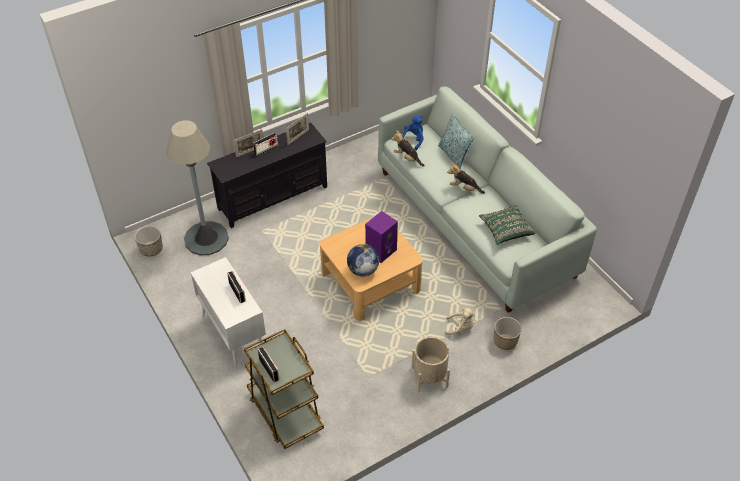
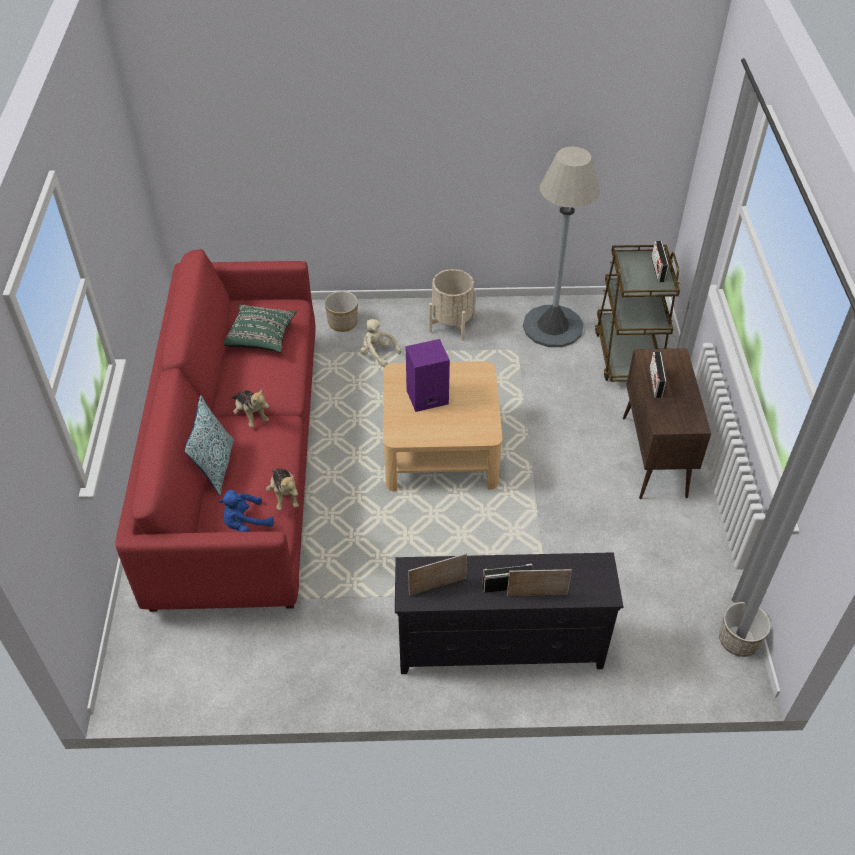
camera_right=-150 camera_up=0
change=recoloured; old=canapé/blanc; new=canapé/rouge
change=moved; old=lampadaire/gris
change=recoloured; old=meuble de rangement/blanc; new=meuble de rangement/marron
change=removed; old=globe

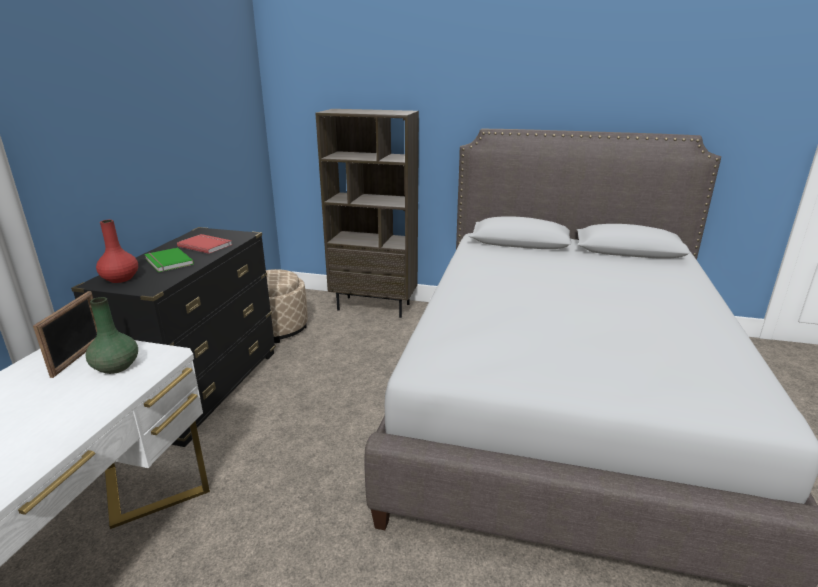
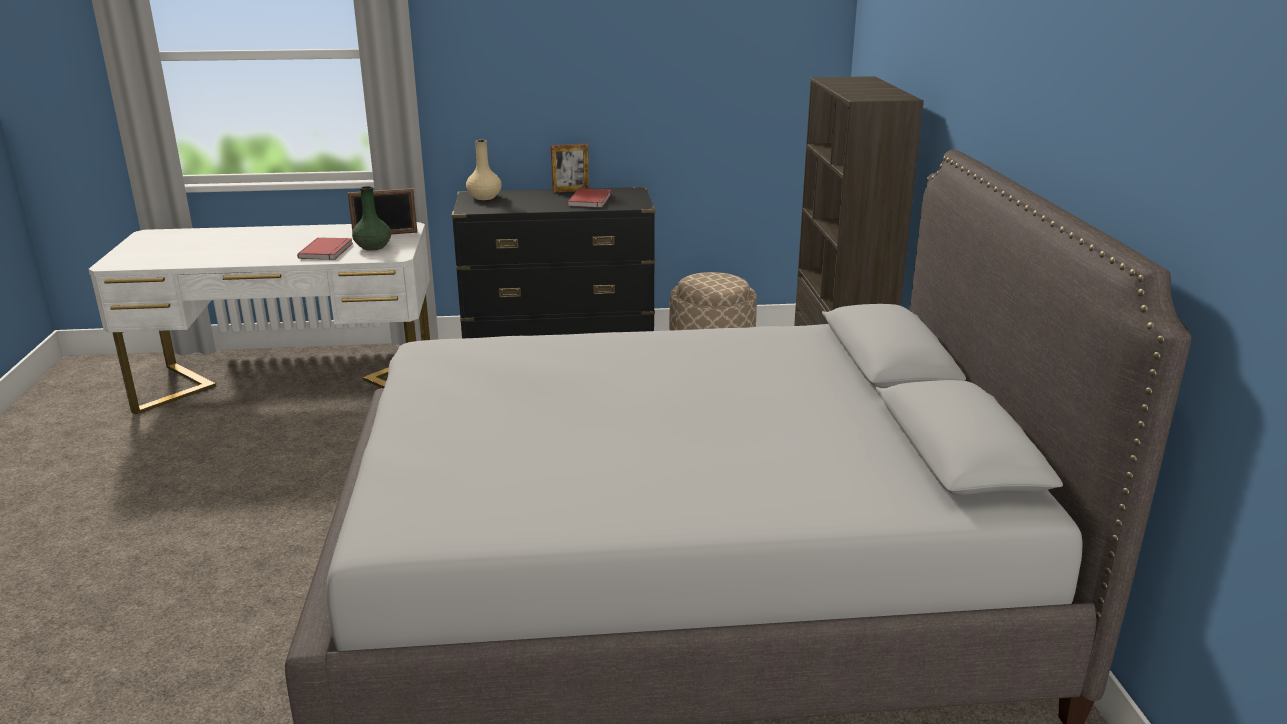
camera_right=70 camera_up=0
change=added; new=livre/rouge (1st from left)
change=recoloured; old=vase/rouge; new=vase/beige
change=added; new=cadre photo (2nd from left)
change=removed; old=livre/vert

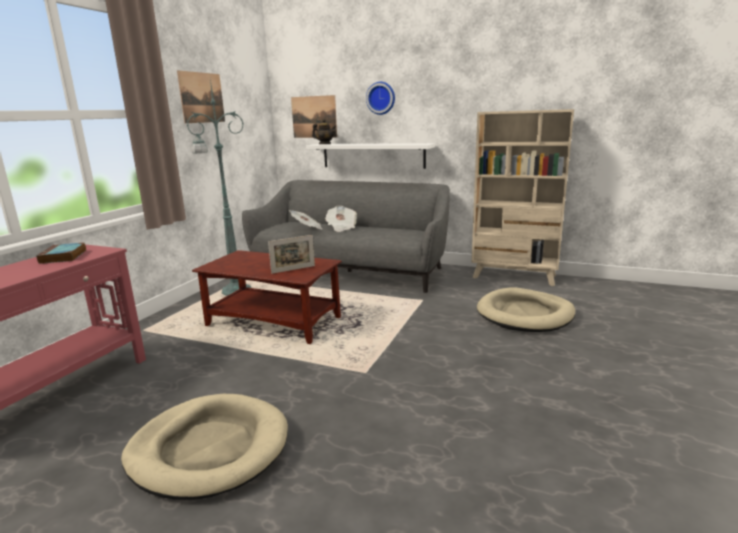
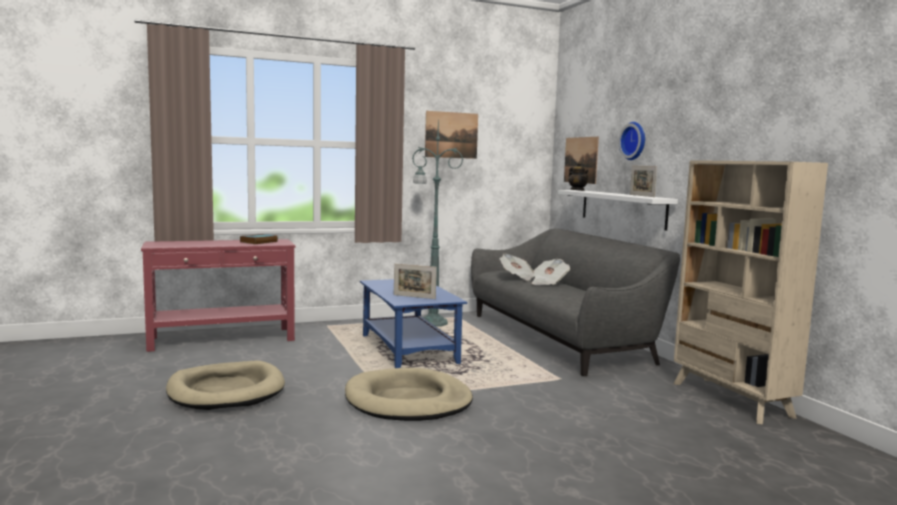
camera_right=45 camera_up=-10
change=moved; old=panier pour chien/beige (2nd from left)
change=recoloured; old=table basse/marron; new=table basse/bleu
change=added; new=cadre photo (2nd from left)

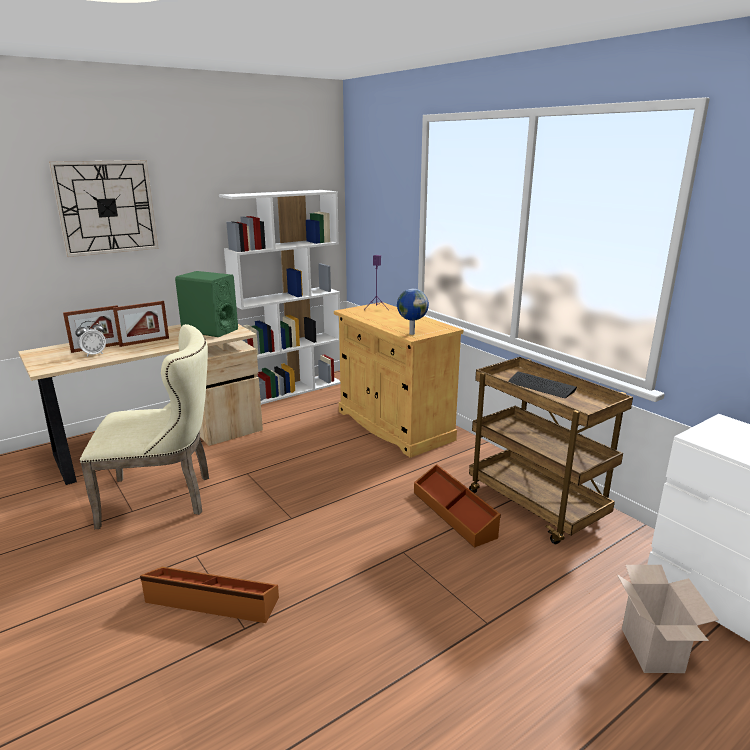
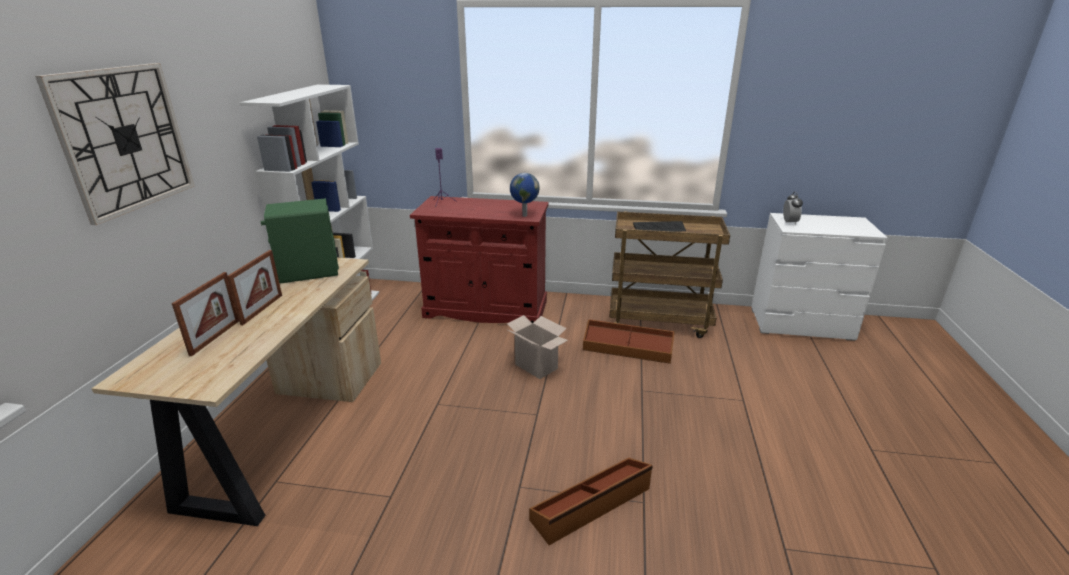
camera_right=-45 camera_up=5
change=recoloured; old=meuble de rangement/beige; new=meuble de rangement/rouge
change=moved; old=carton
change=moved; old=réveil
change=removed; old=chaise/beige

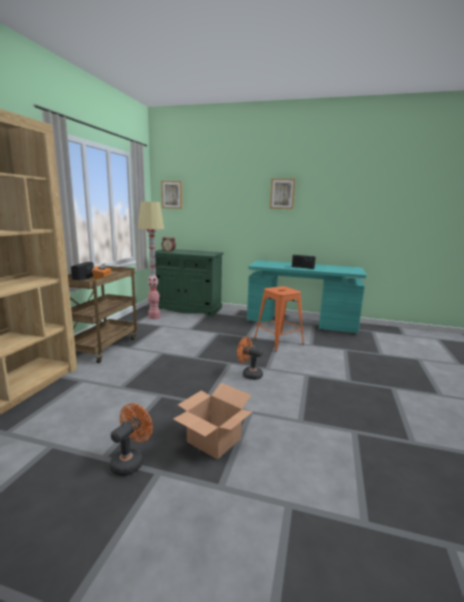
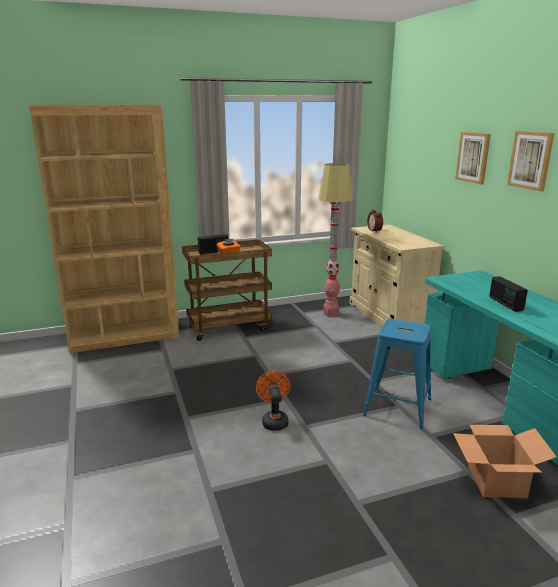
camera_right=55 camera_up=5
change=recoloured; old=meuble de rangement/vert; new=meuble de rangement/beige
change=recoloured; old=tabouret/orange; new=tabouret/bleu
change=moved; old=carton
change=moved; old=tableau (1st from left)
change=removed; old=ventilateur/orange (1st from left)

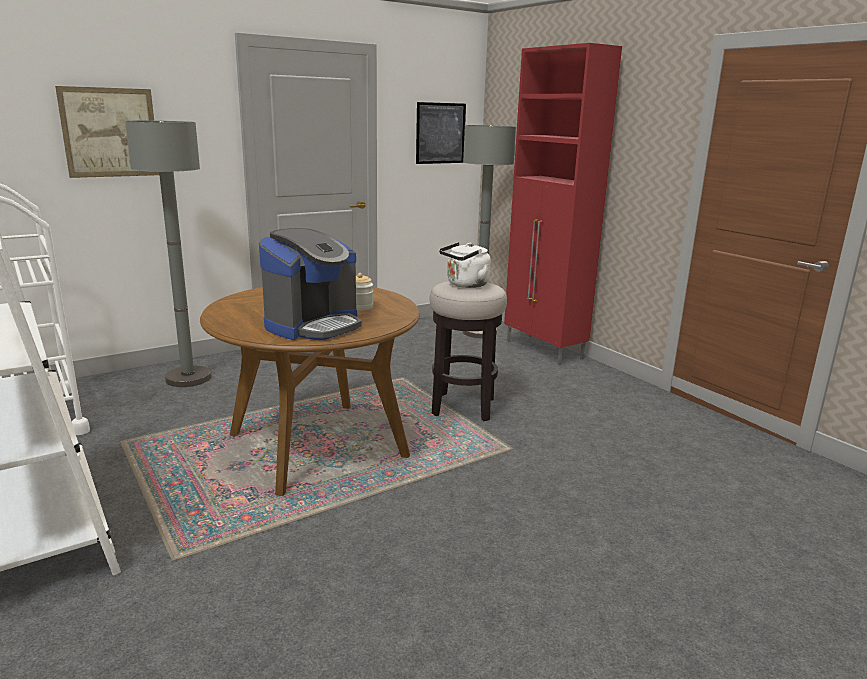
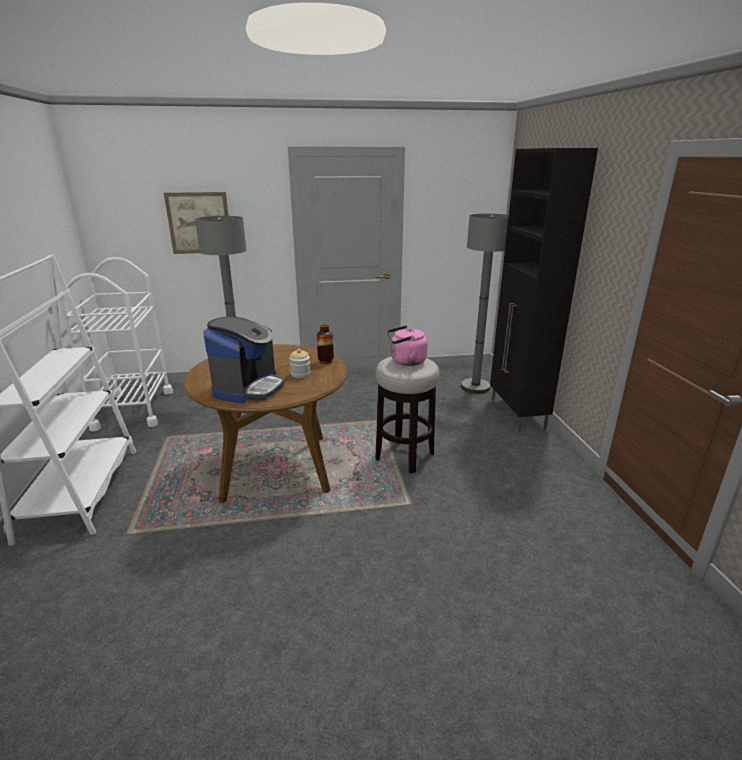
camera_right=25 camera_up=5
change=turned; old=machine à café; degrees=-45
change=added; new=vase
change=recoloured; old=bouilloire/blanc; new=bouilloire/rose
change=recoloured; old=meuble de rangement/rouge; new=meuble de rangement/noir
change=removed; old=tableau (2nd from left)

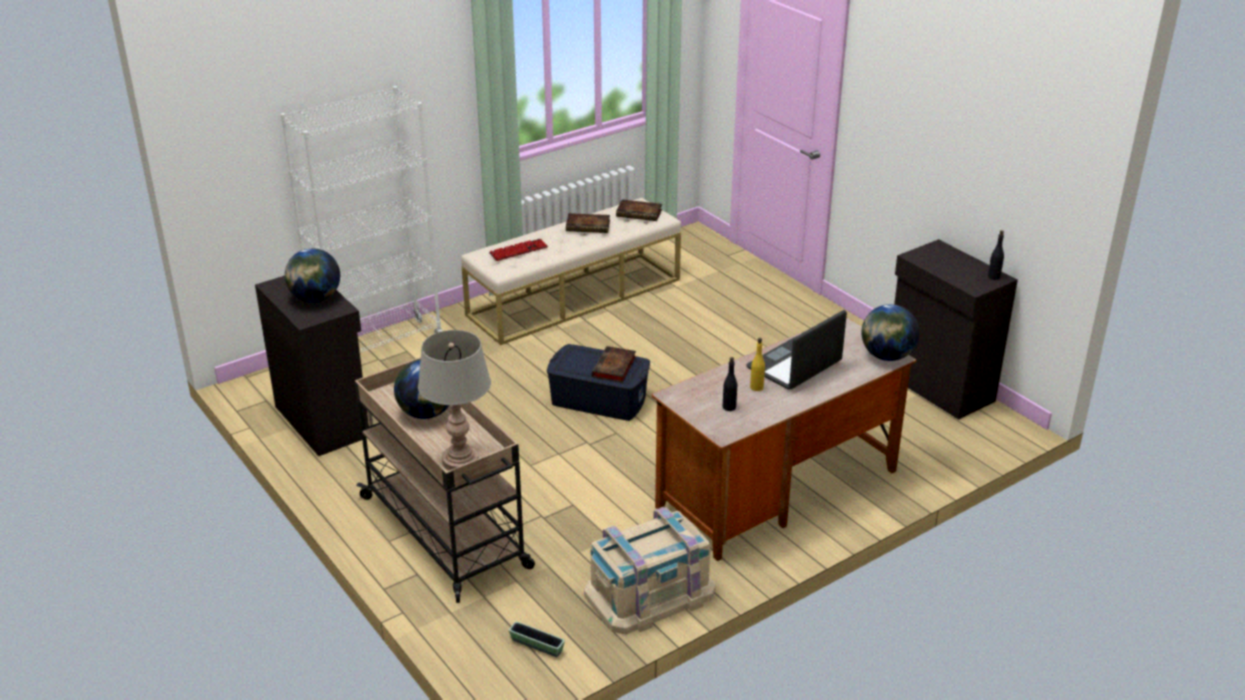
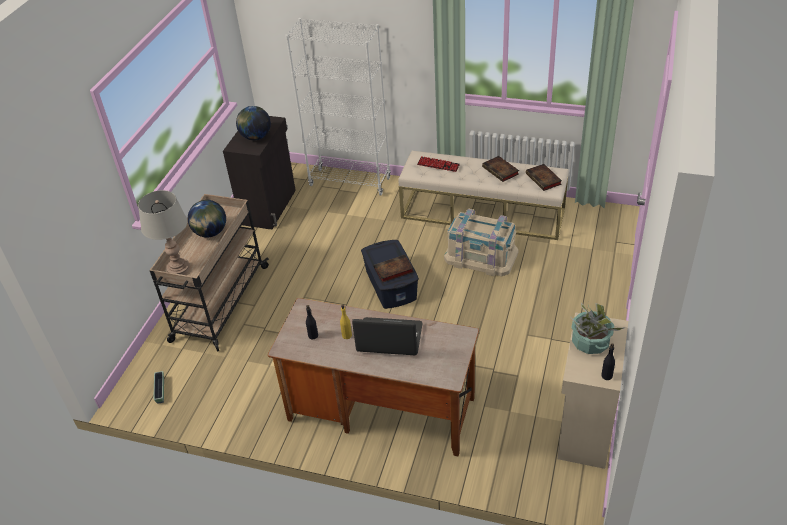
camera_right=55 camera_up=10
change=moved; old=boîte de rangement/beige
change=recoloured; old=meuble de rangement/noir (2nd from left); new=meuble de rangement/beige
change=added; new=plante en pot
change=removed; old=globe (3rd from left)

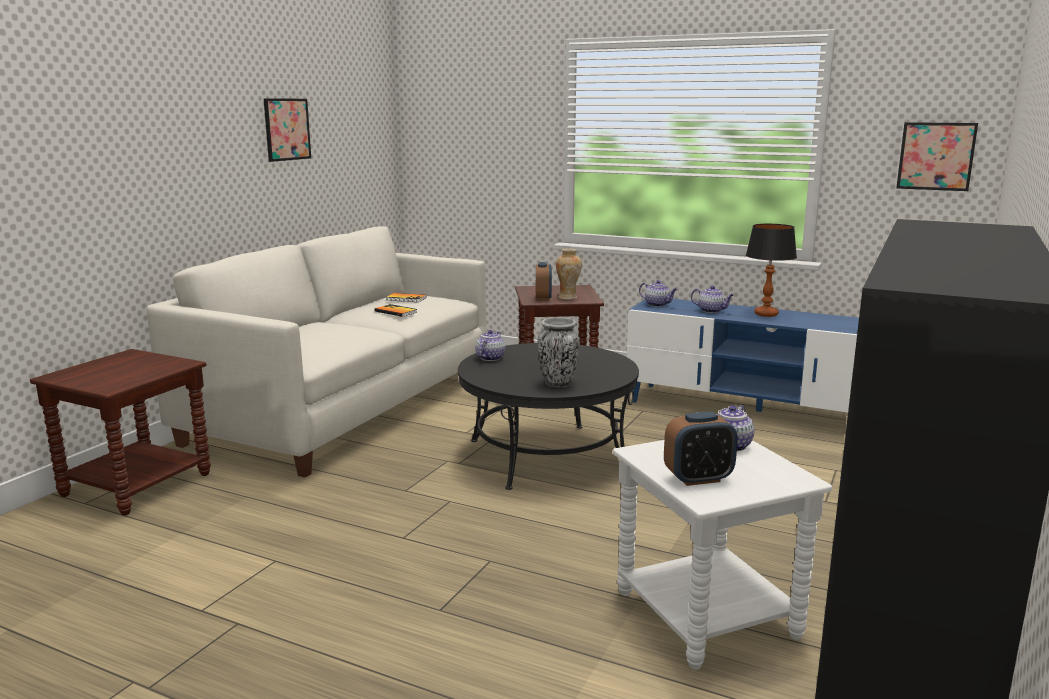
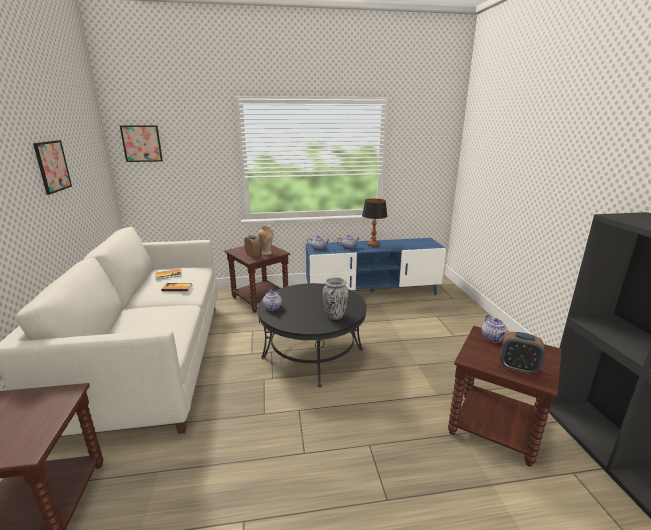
camera_right=-35 camera_up=5
change=moved; old=tableau (2nd from left)
change=recoloured; old=table d'appoint/blanc; new=table d'appoint/marron (3rd from left)
change=turned; old=réveil (2nd from left); degrees=75

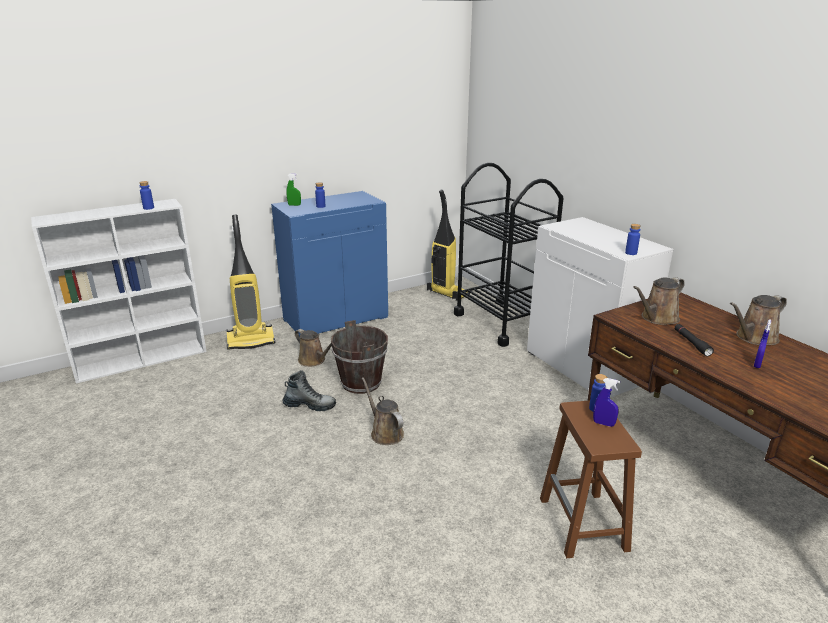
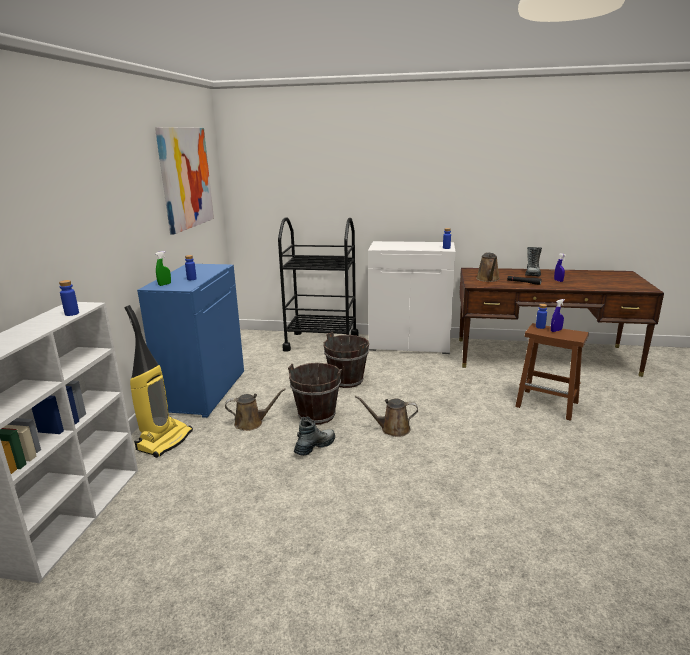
camera_right=-50 camera_up=-5
change=added; new=tableau
change=added; new=seau/marron (2nd from left)
change=replaced; old=arrosoir/marron (4th from left); new=botte (2nd from left)
change=removed; old=aspirateur (2nd from left)

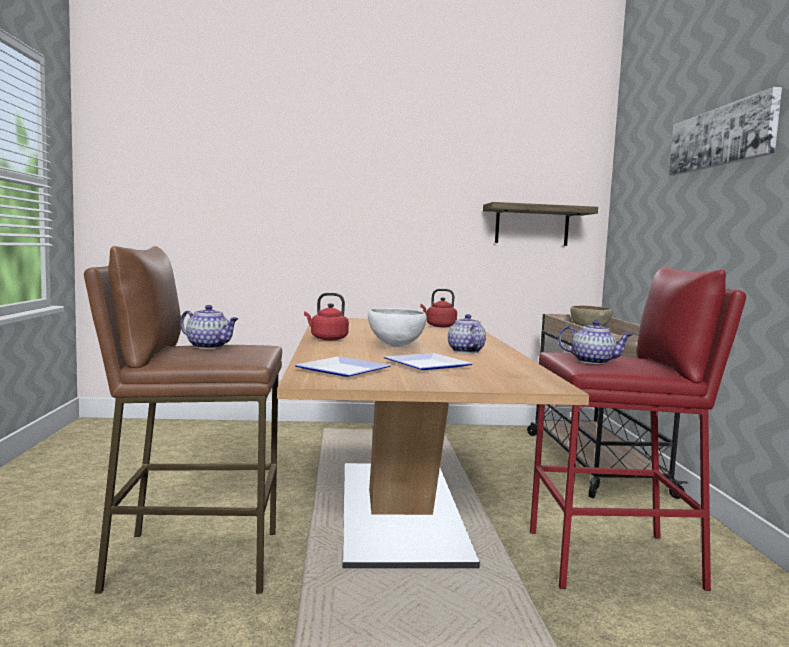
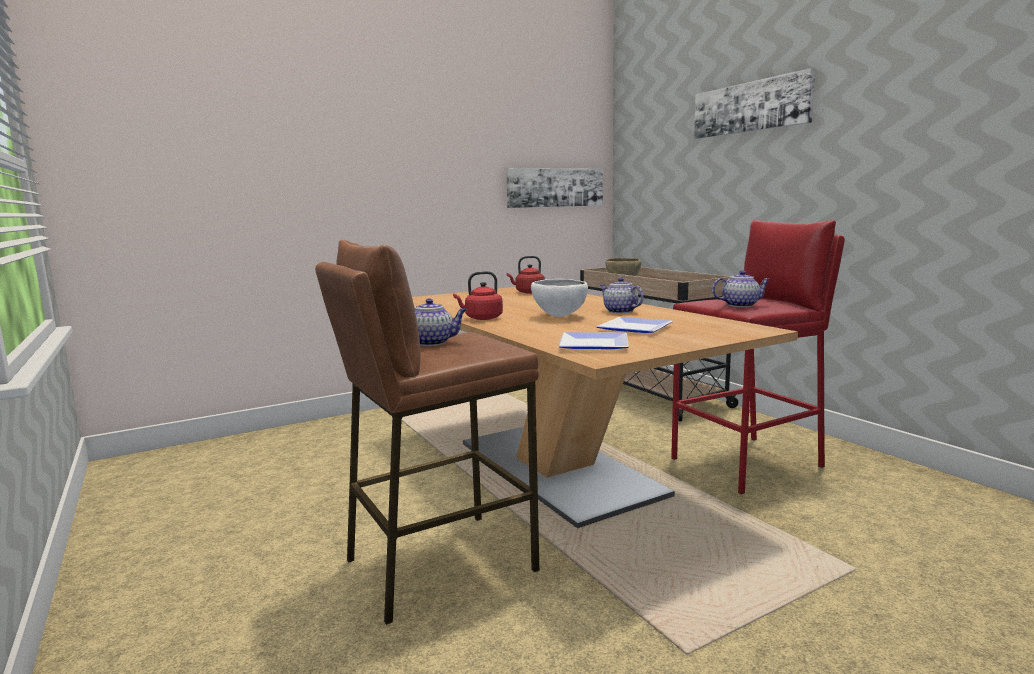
camera_right=-25 camera_up=5
change=replaced; old=étagère; new=tableau (1st from left)

